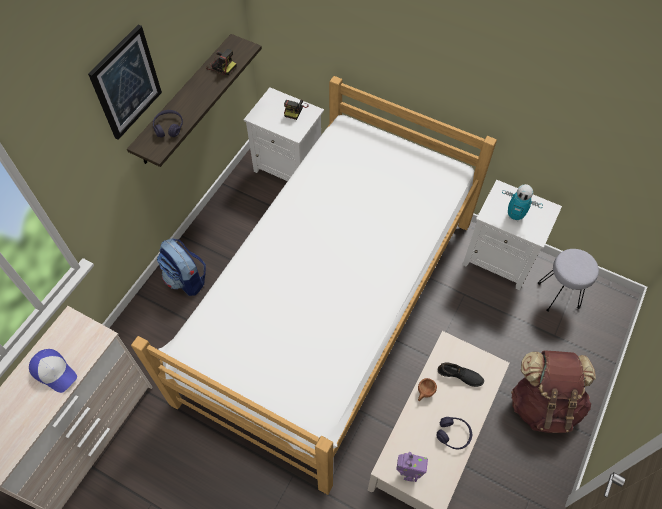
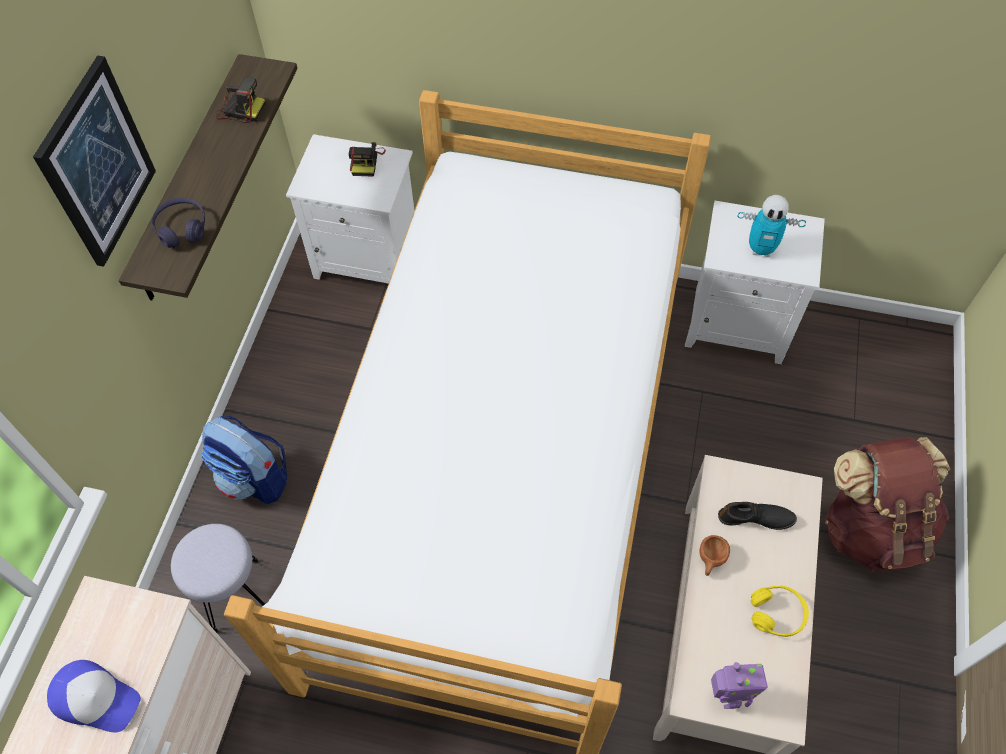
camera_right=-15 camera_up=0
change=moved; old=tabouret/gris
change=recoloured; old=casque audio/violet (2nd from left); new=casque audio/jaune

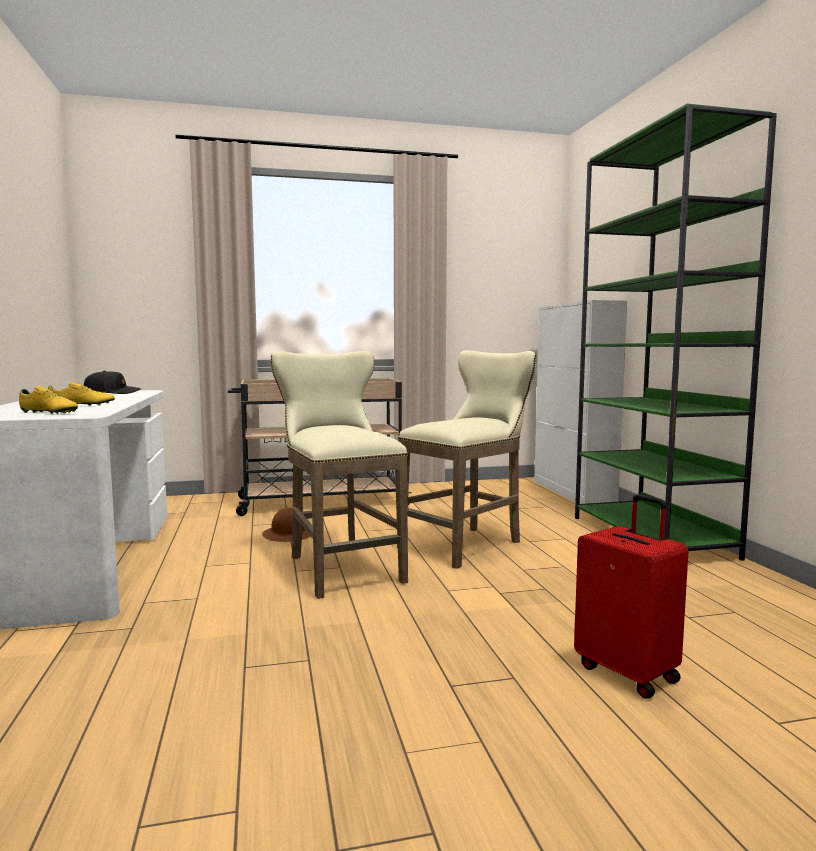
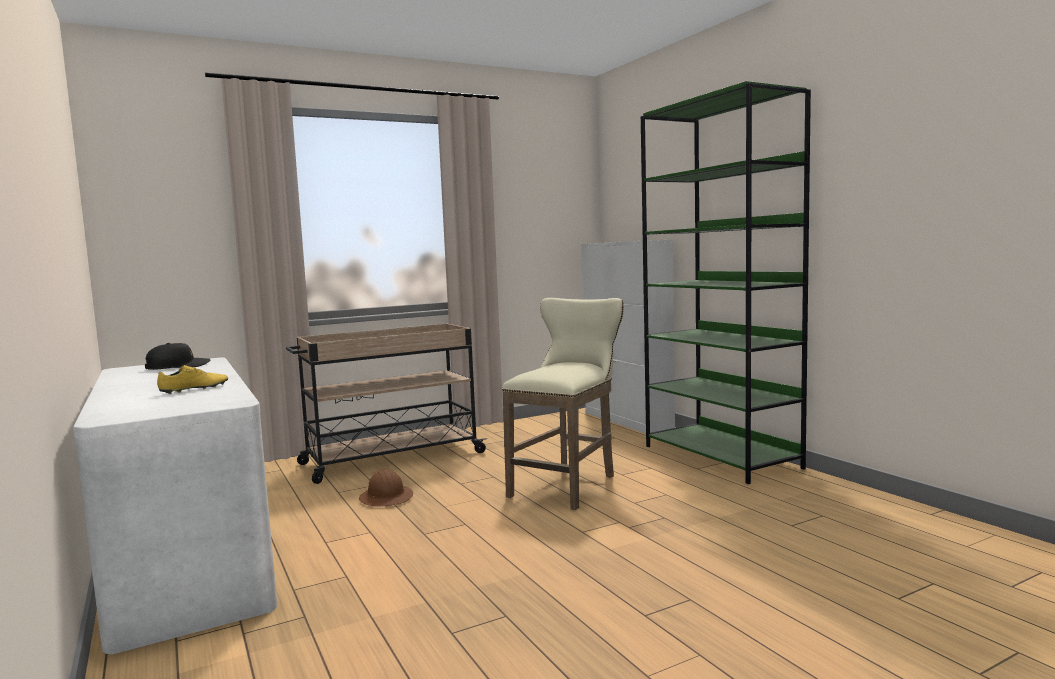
camera_right=-15 camera_up=0
change=removed; old=chaussure/jaune (1st from left)
change=removed; old=tabouret/beige (1st from left)
change=removed; old=valise/rouge

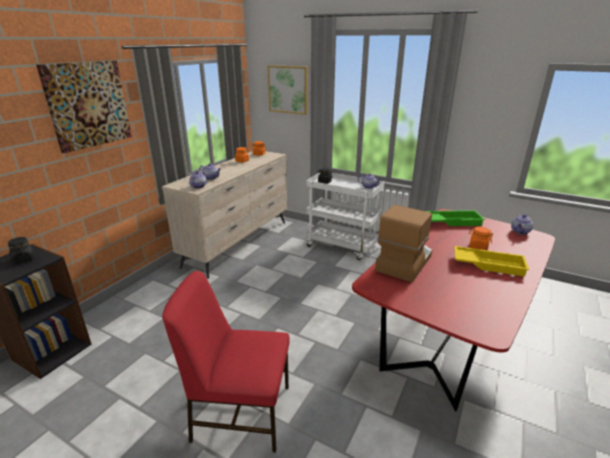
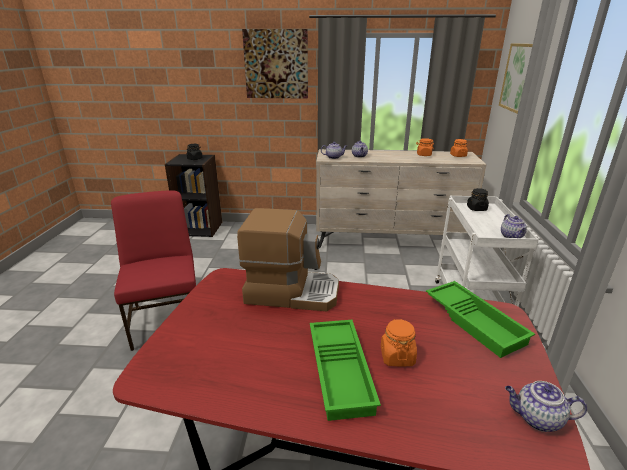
camera_right=65 camera_up=0
change=recoloured; old=plateau/jaune; new=plateau/vert (1st from left)

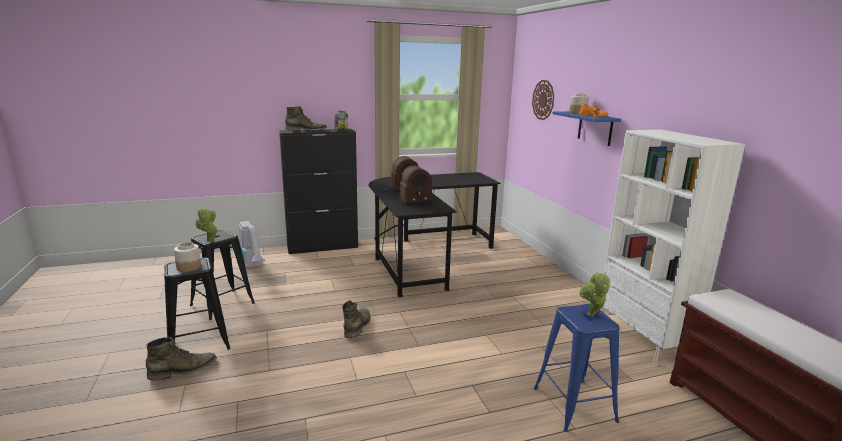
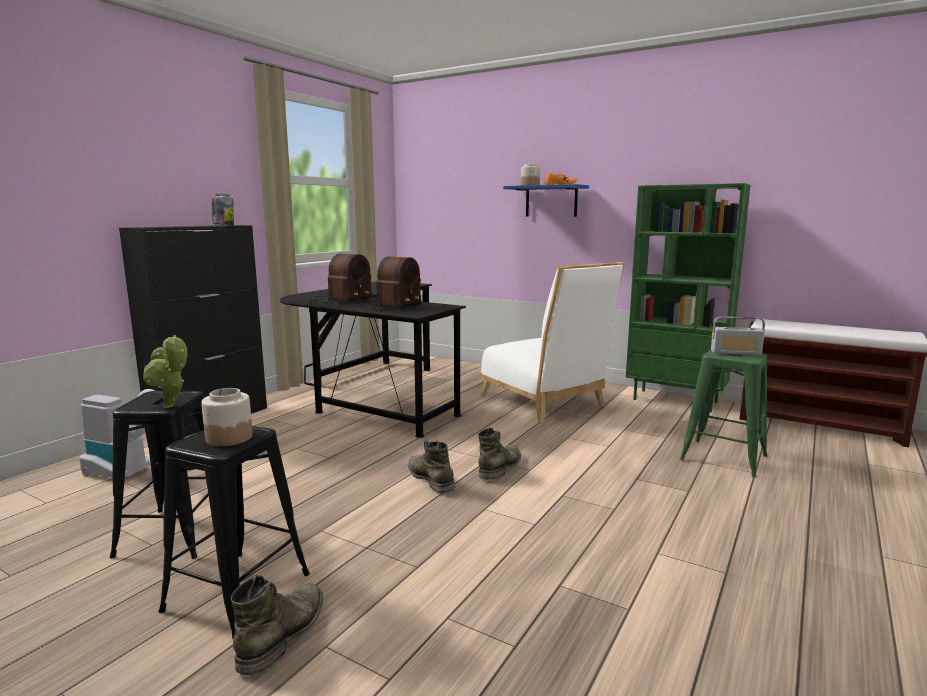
camera_right=-40 camera_up=-5
change=moved; old=botte/vert (2nd from left in the first image); new=botte/vert (3rd from left)
change=added; new=chaise/blanc
change=recoloured; old=bibliothèque/blanc; new=bibliothèque/vert
change=recoloured; old=tabouret/bleu; new=tabouret/vert
change=replaced; old=plante en pot (2nd from left); new=radio (3rd from left)
change=removed; old=horloge murale

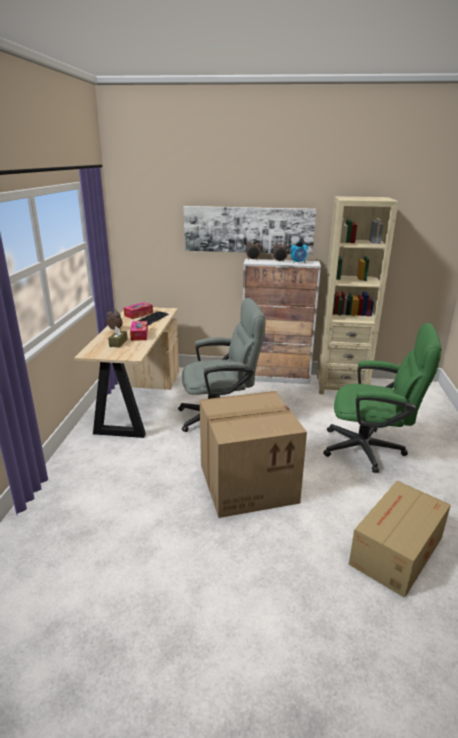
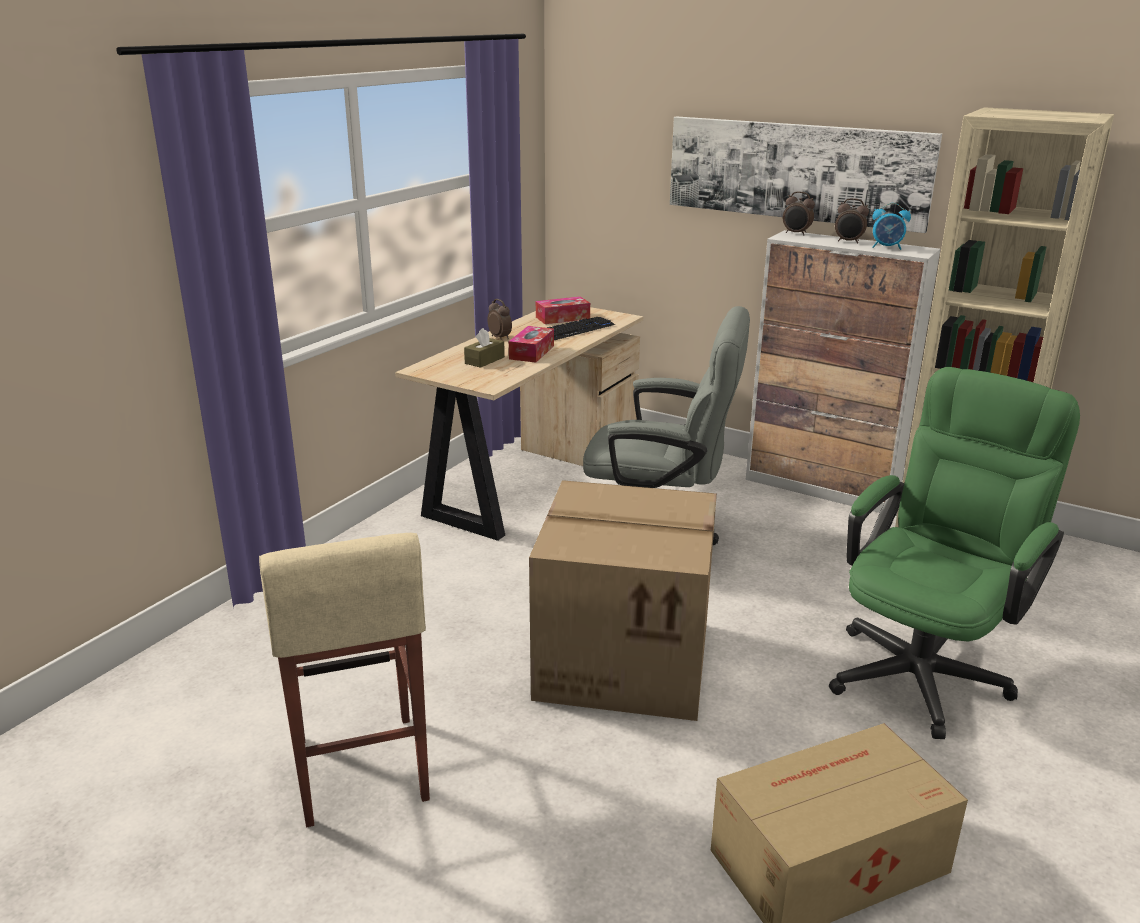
camera_right=25 camera_up=0
change=added; new=tabouret/beige
change=turned; old=chaise de bureau/vert; degrees=-90

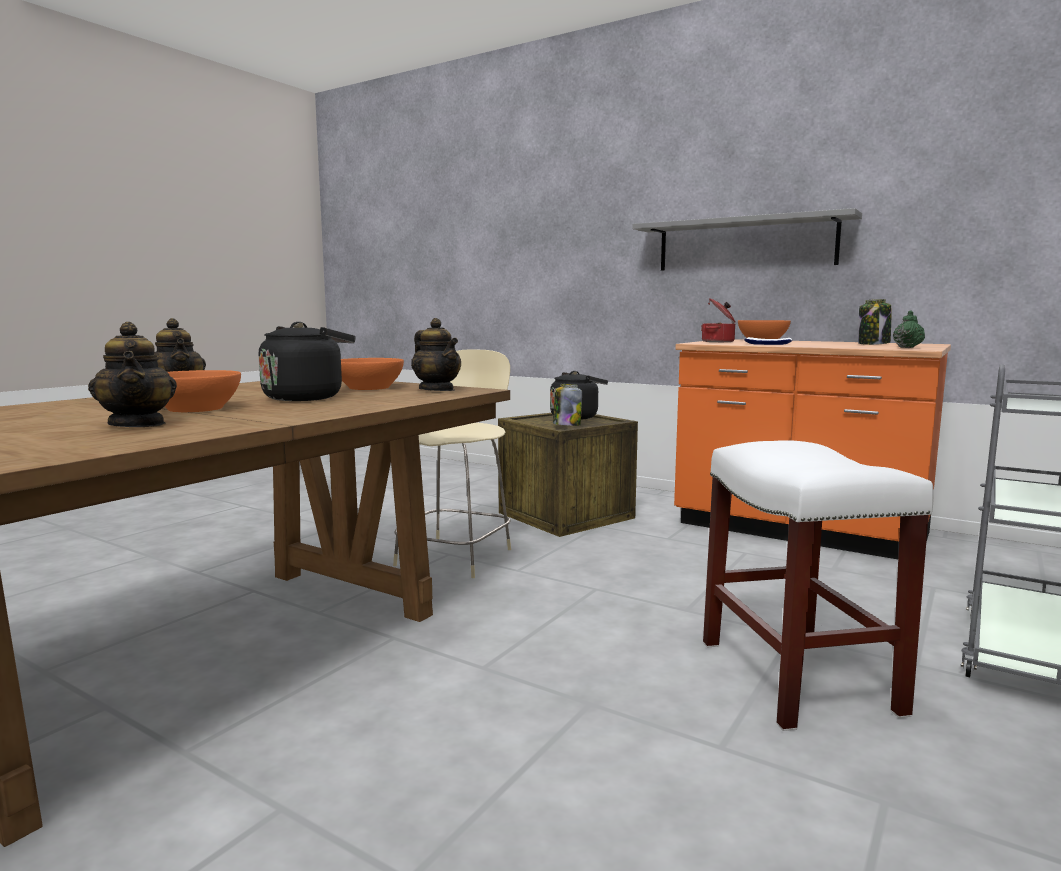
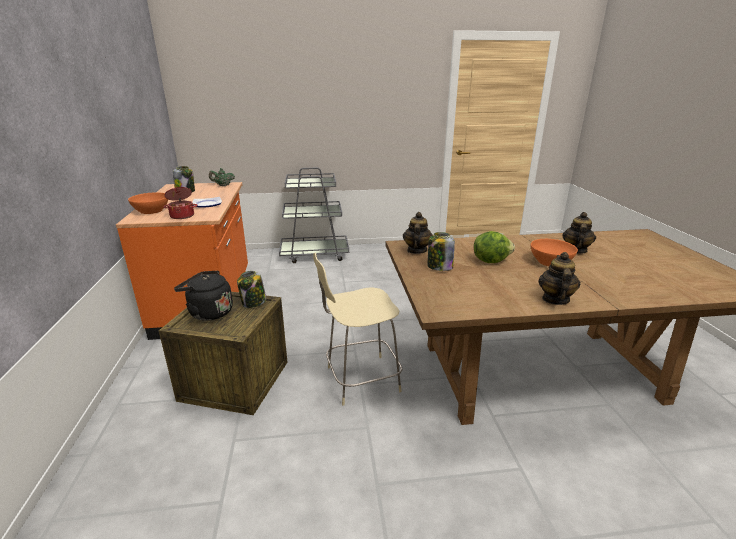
camera_right=-130 camera_up=15
change=replaced; old=bol/orange (2nd from left); new=bocal (3rd from left)
change=replaced; old=bouilloire/noir (1st from left); new=laitue
change=removed; old=étagère/gris
change=removed; old=tabouret/blanc

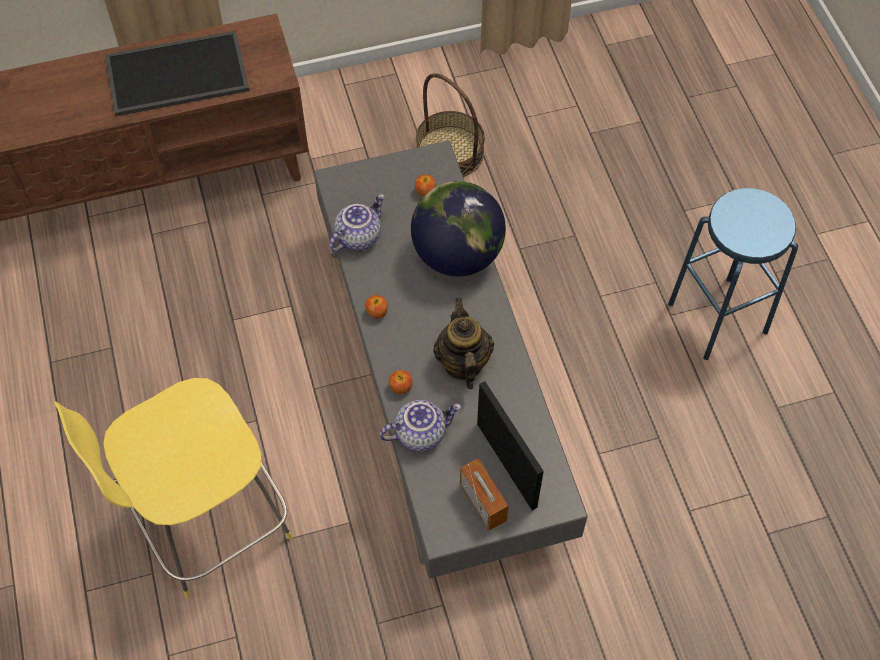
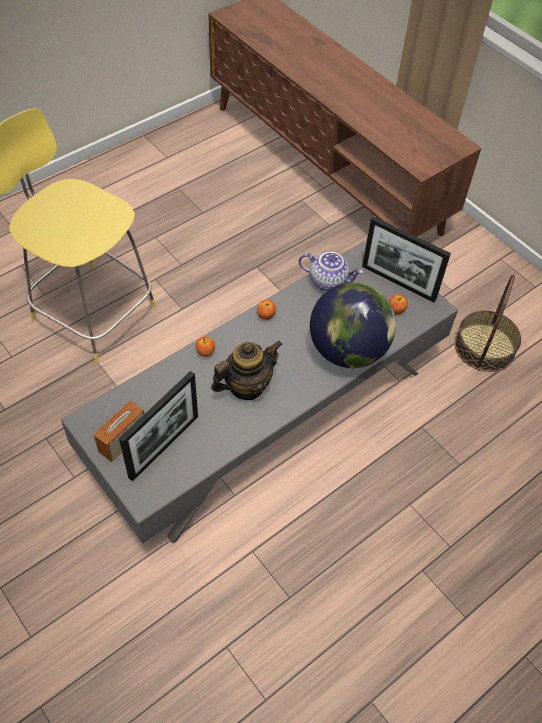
camera_right=65 camera_up=-5
change=added; new=cadre photo (2nd from left)
change=removed; old=plateau
change=removed; old=théière (2nd from left)
change=removed; old=tabouret/bleu

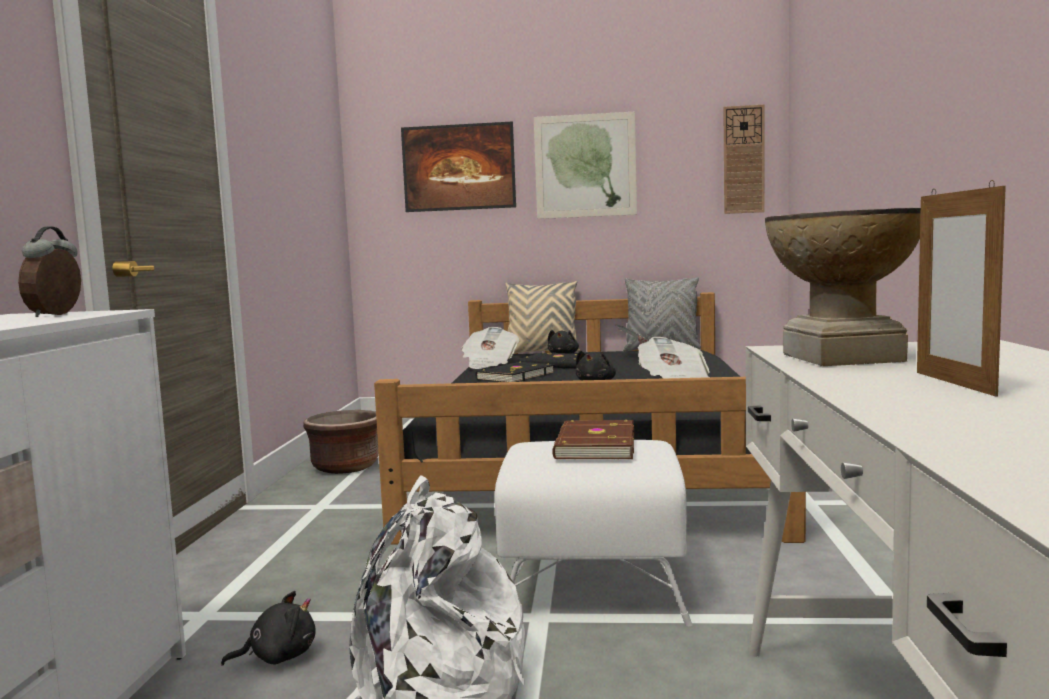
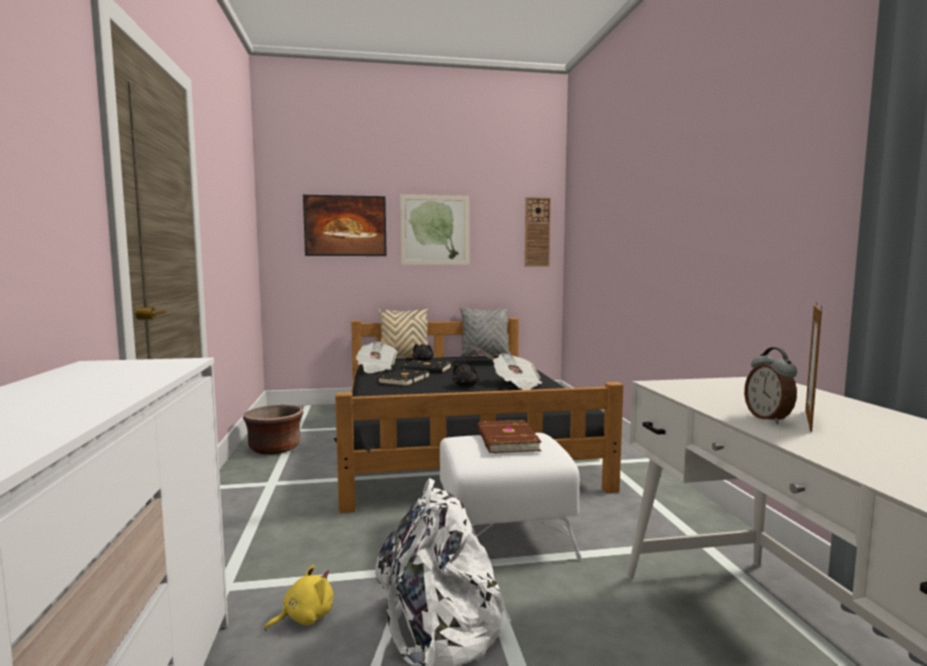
camera_right=-15 camera_up=0
change=recoloured; old=peluche/noir (1st from left); new=peluche/jaune
change=moved; old=réveil
change=turned; old=cadre photo; degrees=45
change=removed; old=vase

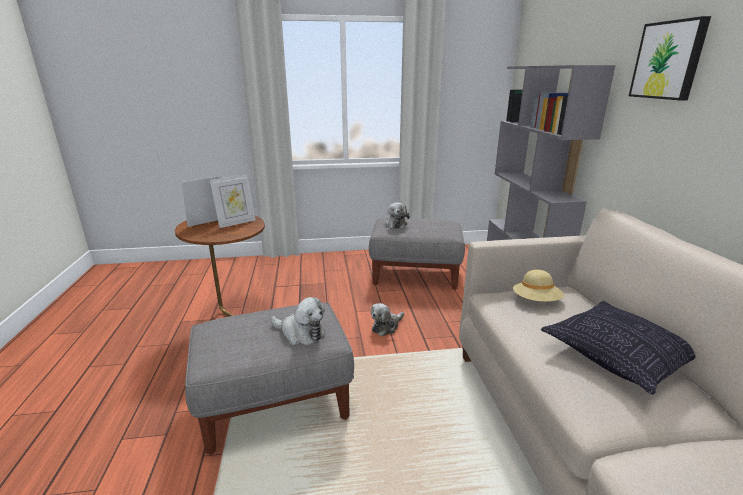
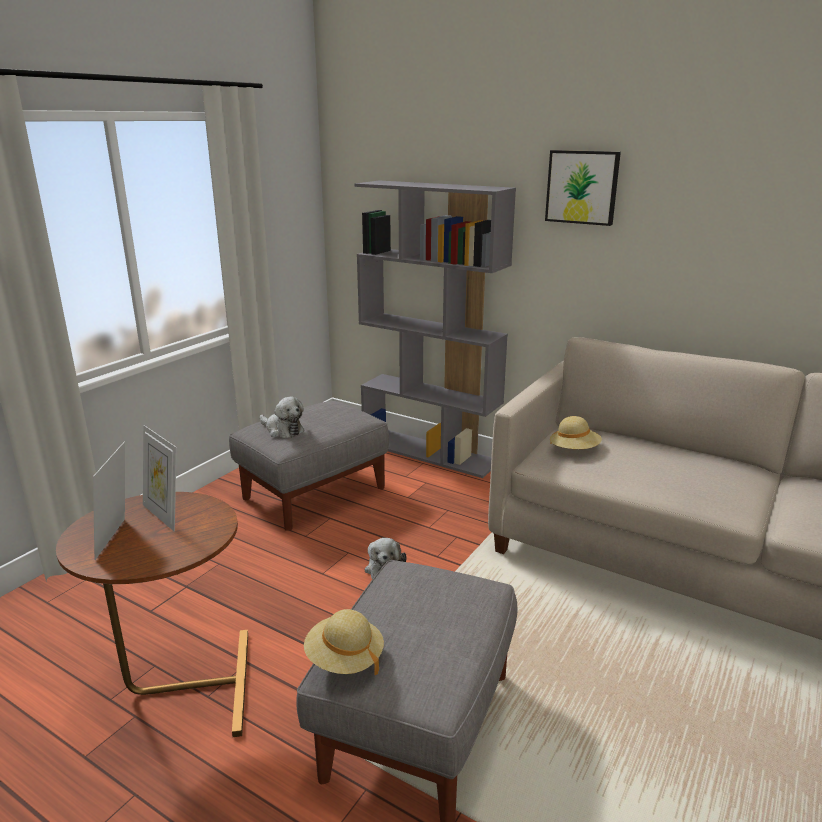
camera_right=-50 camera_up=0
change=turned; old=cadre photo (2nd from left); degrees=135
change=added; new=chapeau/beige (1st from left)
change=removed; old=peluche (1st from left)
change=removed; old=coussin

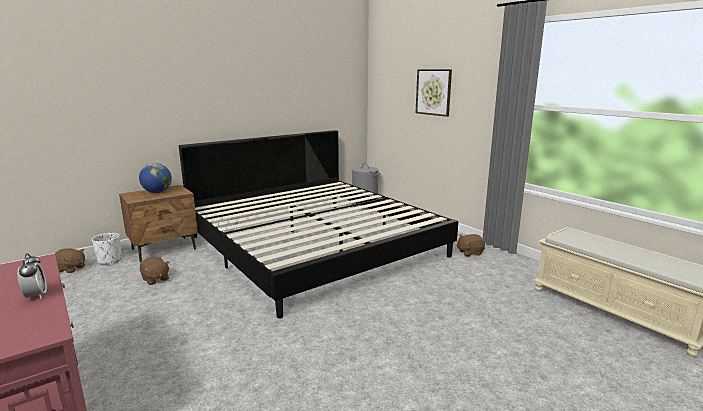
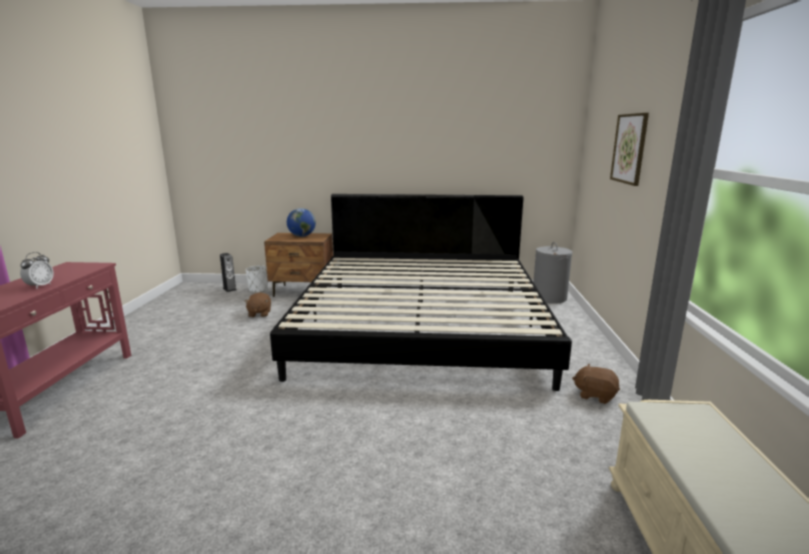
camera_right=40 camera_up=0
change=replaced; old=peluche/marron (1st from left); new=enceinte

